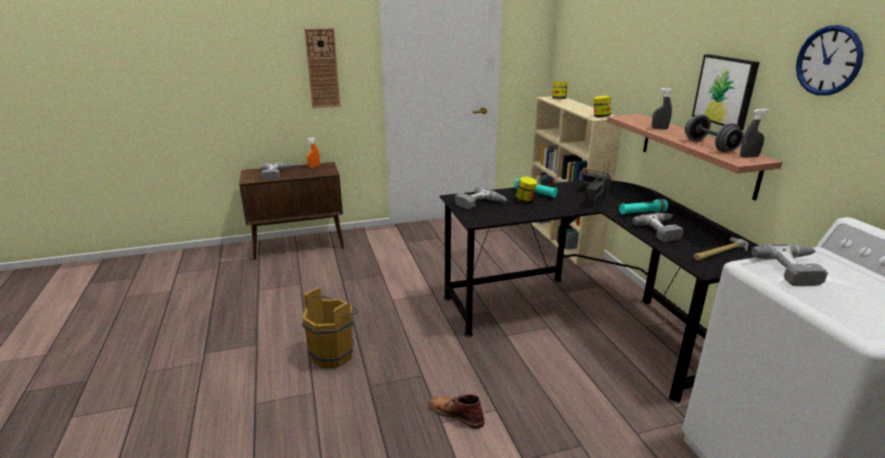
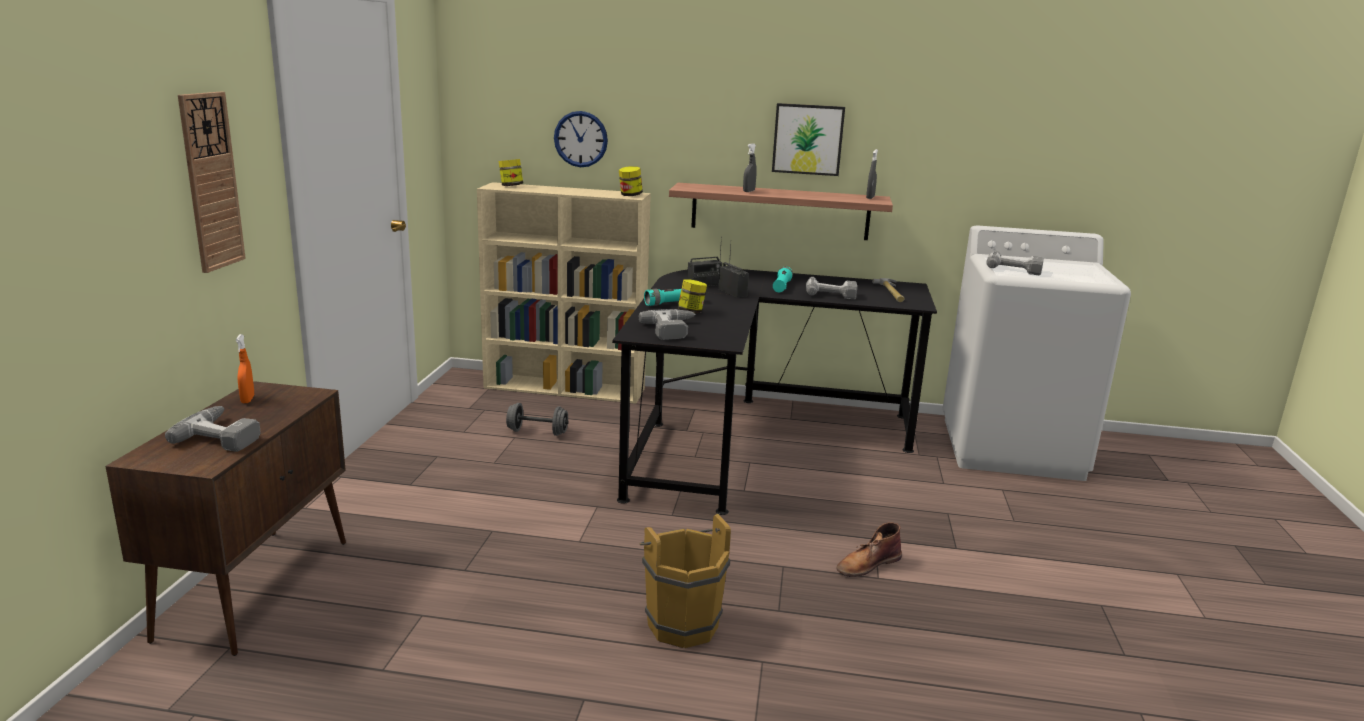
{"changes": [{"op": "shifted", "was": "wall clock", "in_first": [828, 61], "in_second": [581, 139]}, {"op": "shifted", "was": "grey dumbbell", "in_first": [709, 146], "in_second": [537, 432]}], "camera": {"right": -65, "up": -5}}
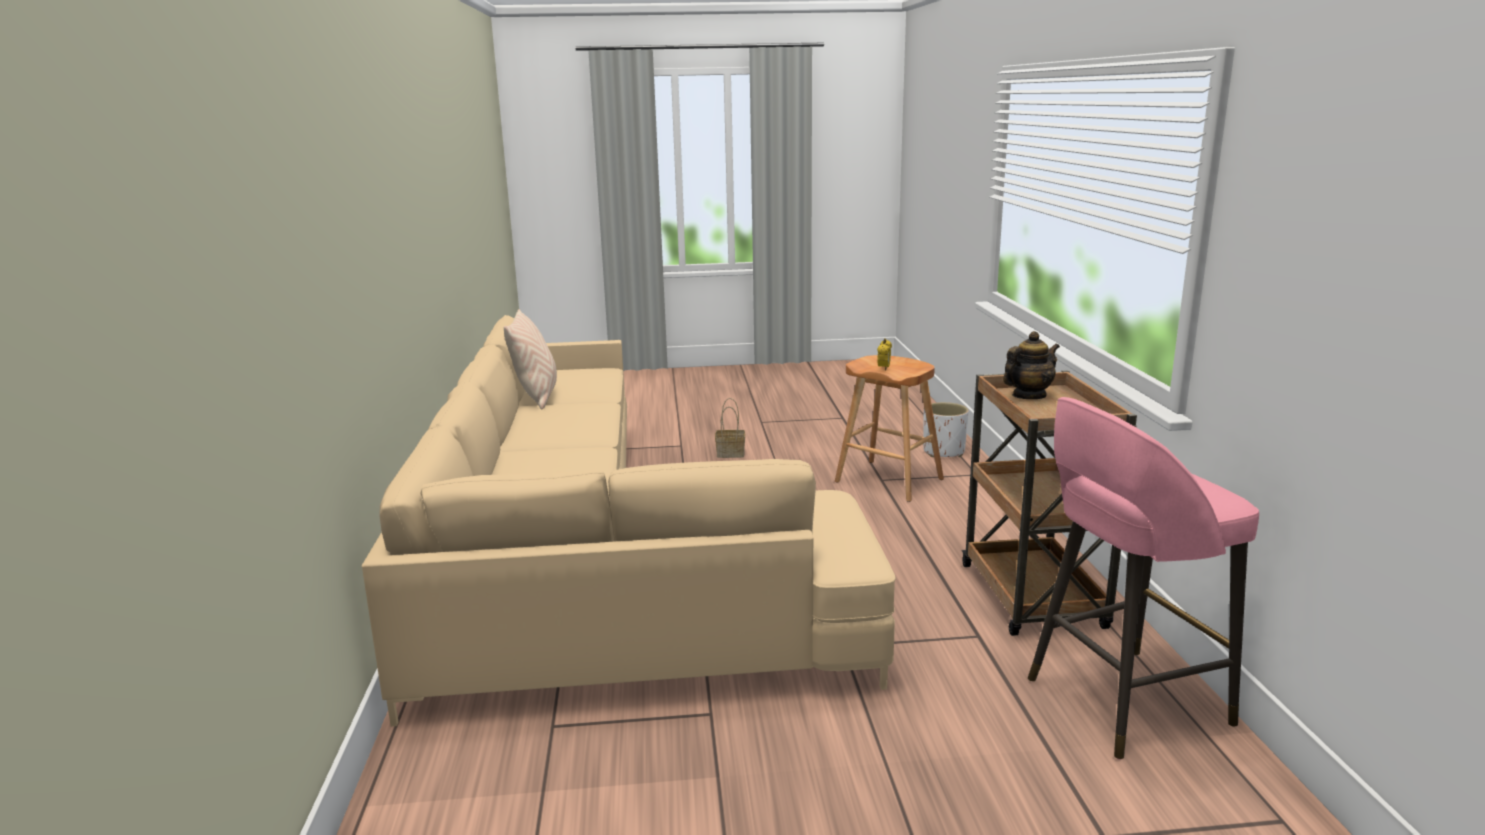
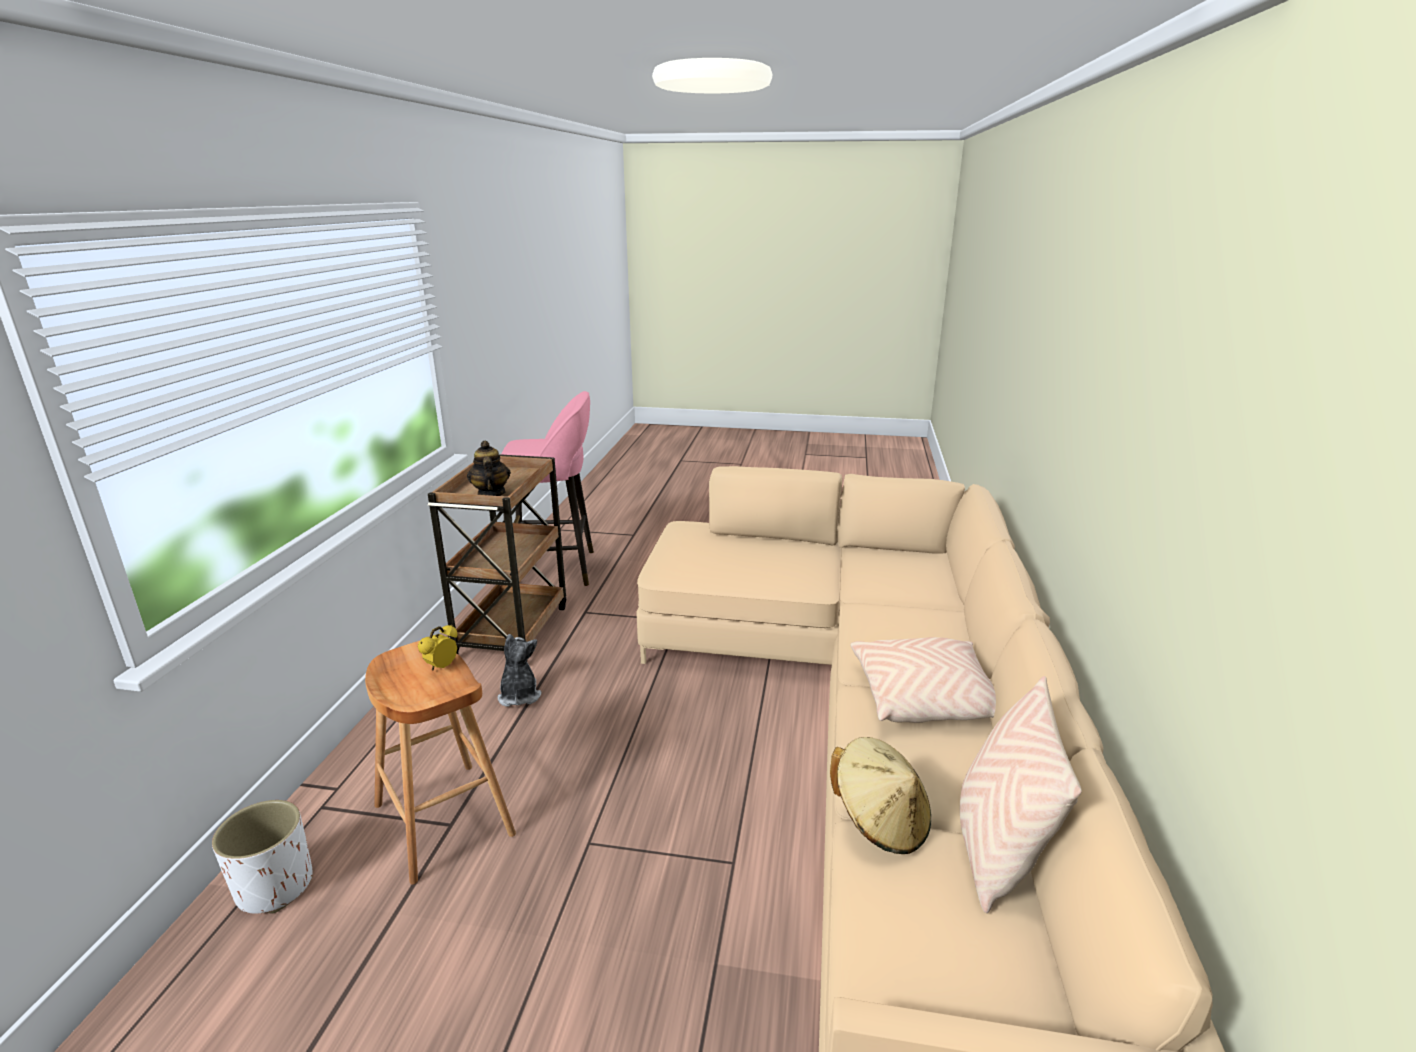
{"changes": [{"op": "rotated", "was": "teapot", "in_first": [1028, 396], "in_second": [490, 494], "clockwise": 90}, {"op": "gone", "was": "basket", "in_first": [731, 453]}, {"op": "new", "now": "plush toy", "in_second": [519, 695]}, {"op": "new", "now": "beige pillow", "in_second": [924, 698]}, {"op": "new", "now": "beige hat", "in_second": [880, 821]}], "camera": {"right": -165, "up": 5}}
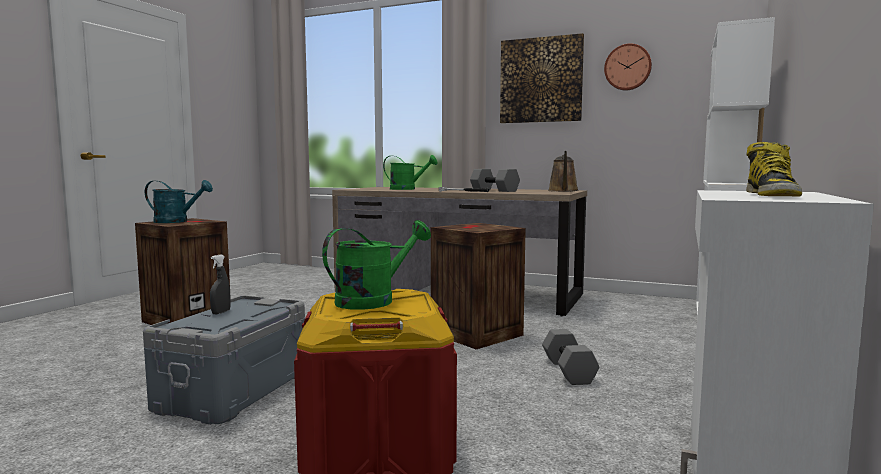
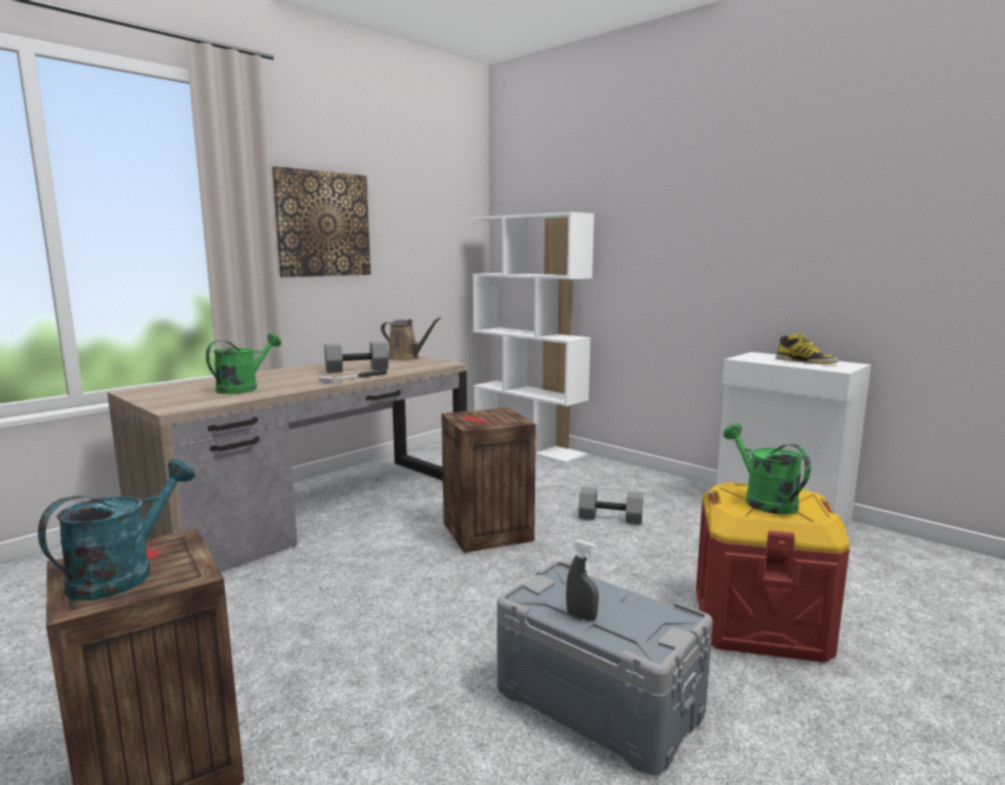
{"changes": [{"op": "gone", "was": "wall clock", "in_first": [627, 67]}], "camera": {"right": -70, "up": 5}}
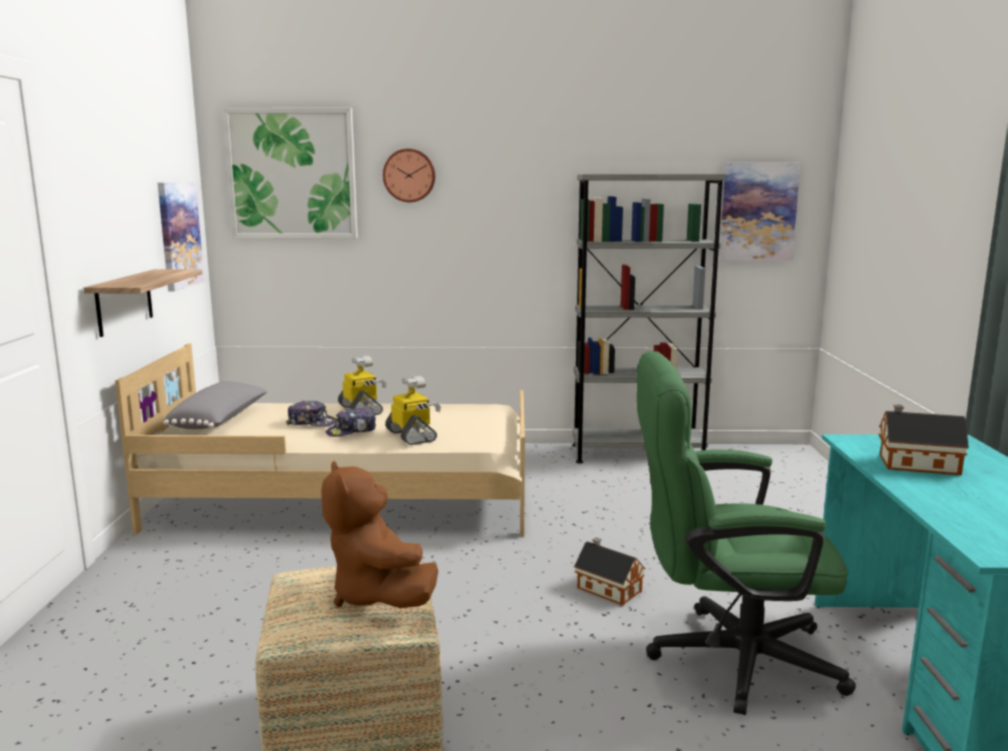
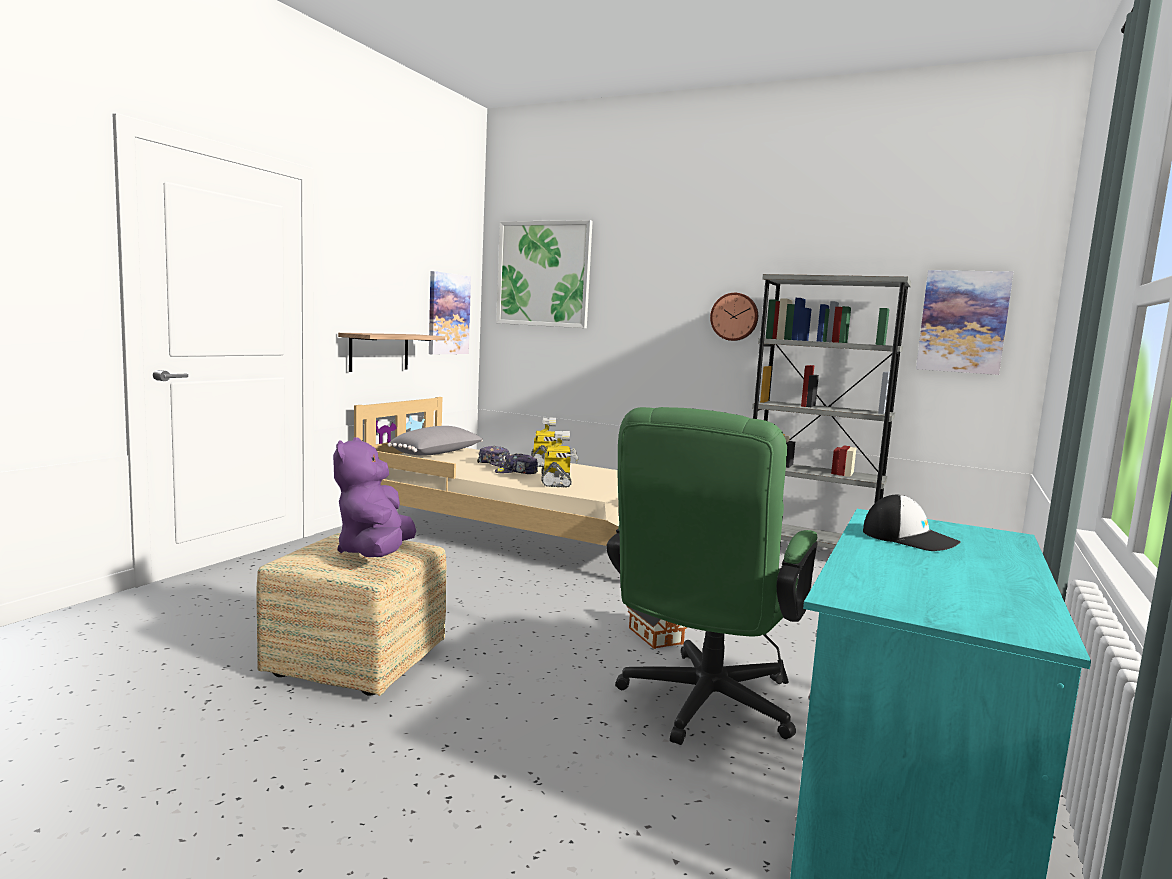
{"changes": [{"op": "shifted", "was": "wall clock", "in_first": [409, 175], "in_second": [734, 316]}, {"op": "rotated", "was": "green office chair", "in_first": [725, 658], "in_second": [701, 707], "clockwise": -90}, {"op": "swapped", "was": "toy house", "now": "cap", "in_first": [915, 464], "in_second": [910, 538]}, {"op": "repainted", "was": "brown plush toy", "now": "purple plush toy", "in_first": [378, 596], "in_second": [375, 553]}], "camera": {"right": 25, "up": -5}}
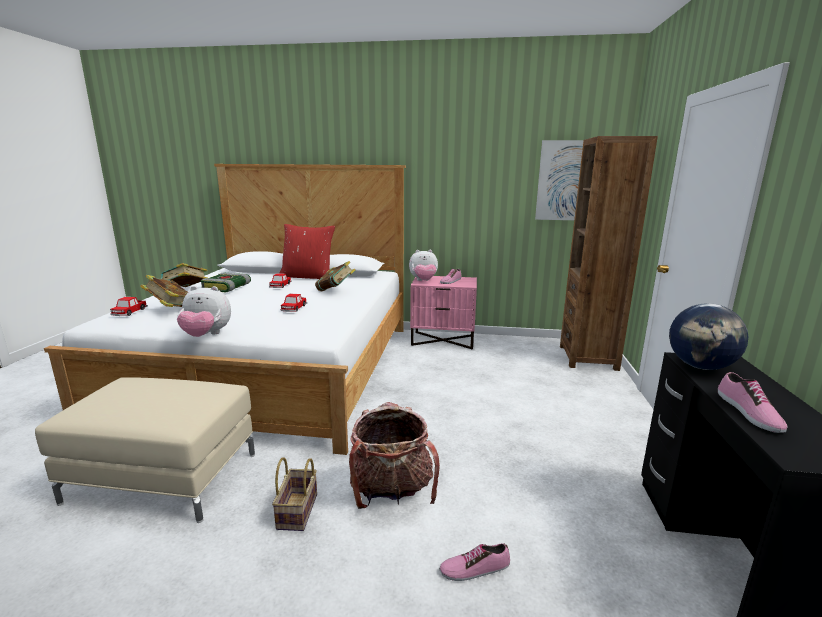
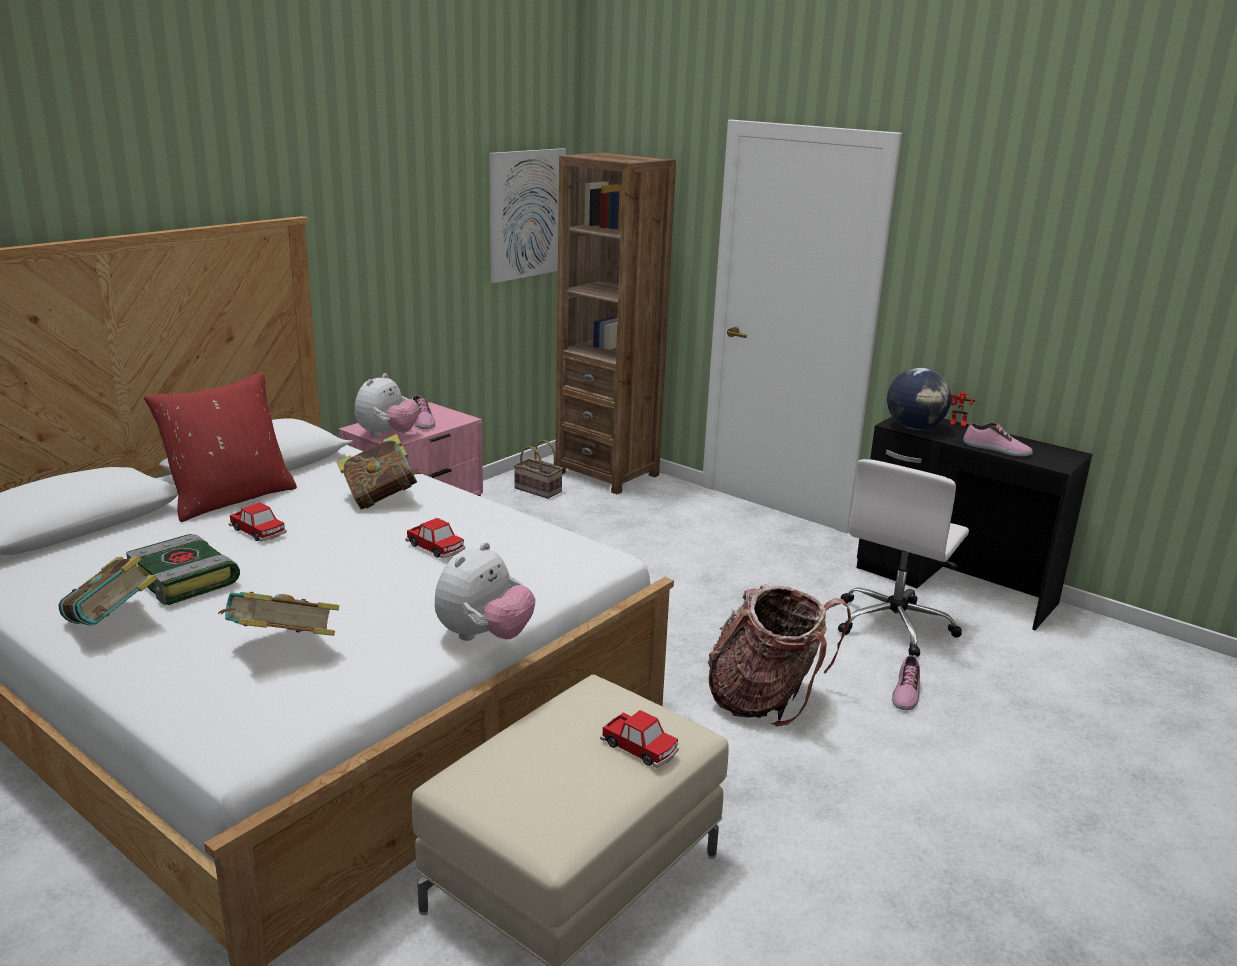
{"changes": [{"op": "shifted", "was": "toy car", "in_first": [129, 312], "in_second": [639, 748]}, {"op": "shifted", "was": "basket", "in_first": [298, 512], "in_second": [539, 490]}, {"op": "new", "now": "toy robot", "in_second": [956, 424]}, {"op": "new", "now": "white office chair", "in_second": [894, 624]}], "camera": {"right": -60, "up": 5}}
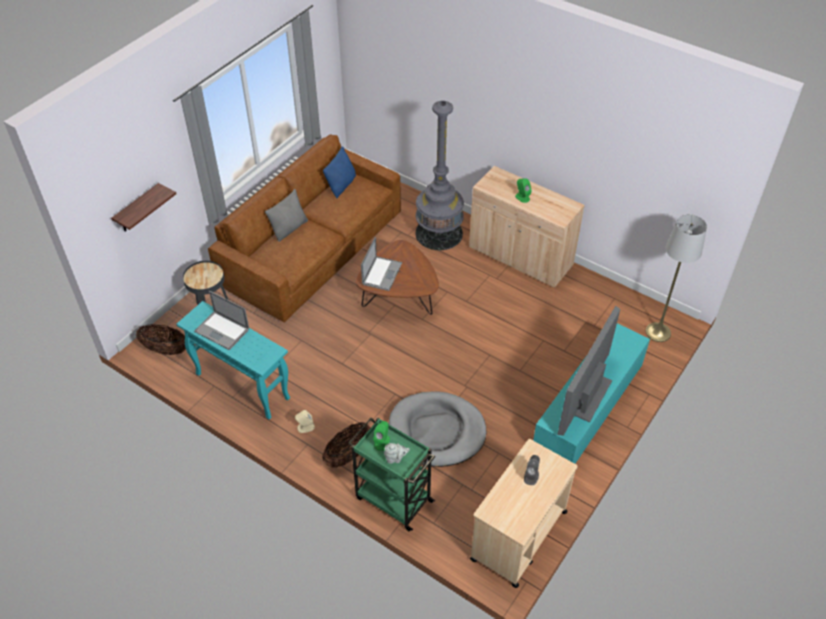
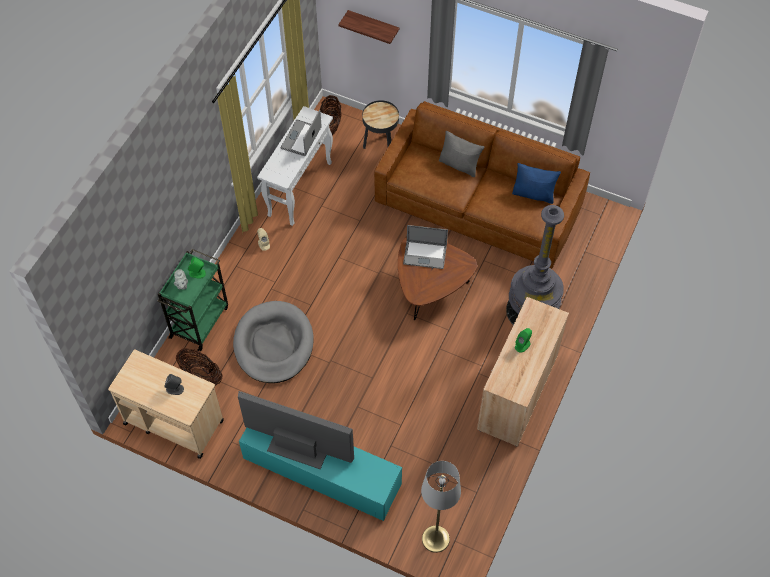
{"changes": [{"op": "repainted", "was": "turquoise console table", "now": "white console table", "in_first": [241, 386], "in_second": [300, 188]}, {"op": "shifted", "was": "basket", "in_first": [348, 455], "in_second": [201, 375]}], "camera": {"right": 80, "up": 10}}
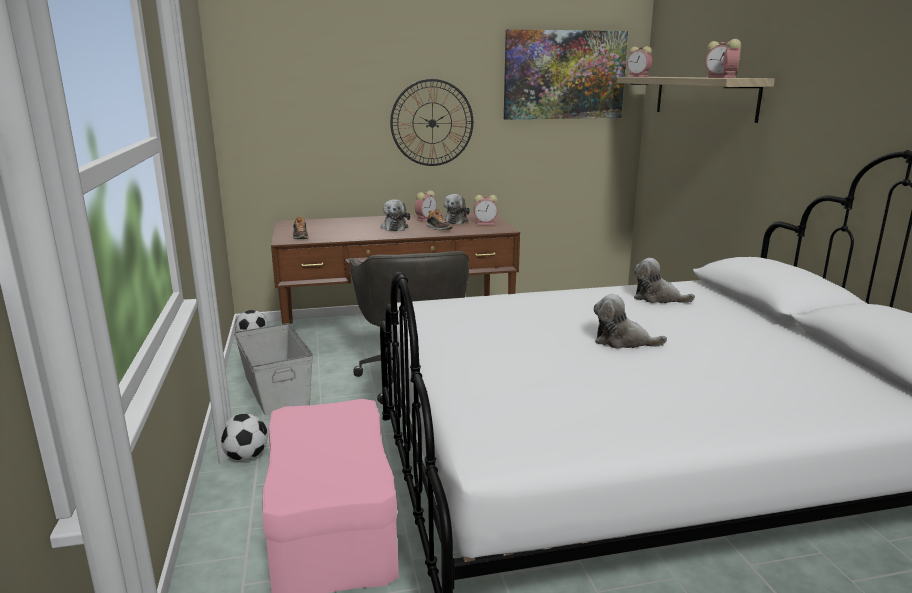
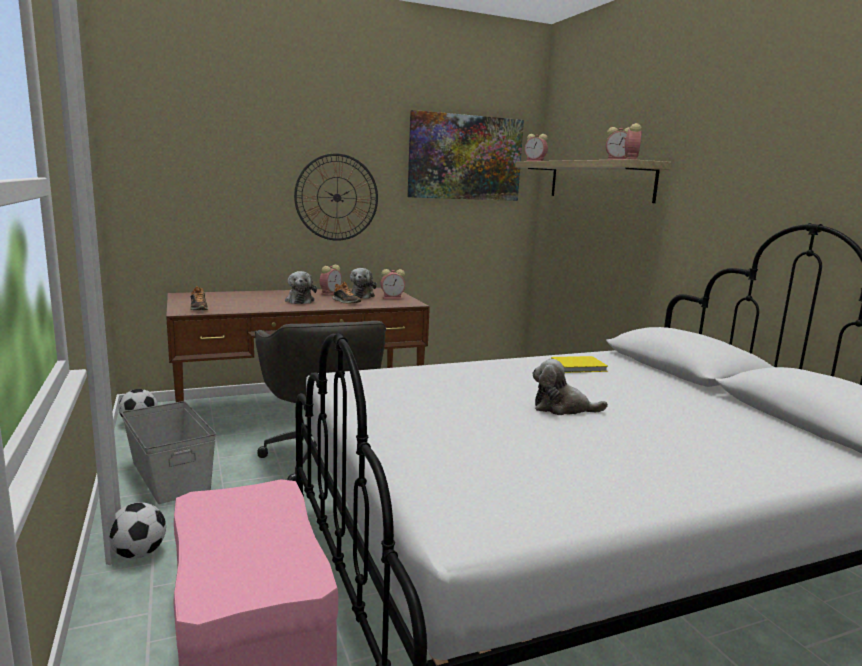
{"changes": [{"op": "swapped", "was": "plush toy", "now": "yellow book", "in_first": [657, 298], "in_second": [580, 367]}], "camera": {"right": -10, "up": -5}}
